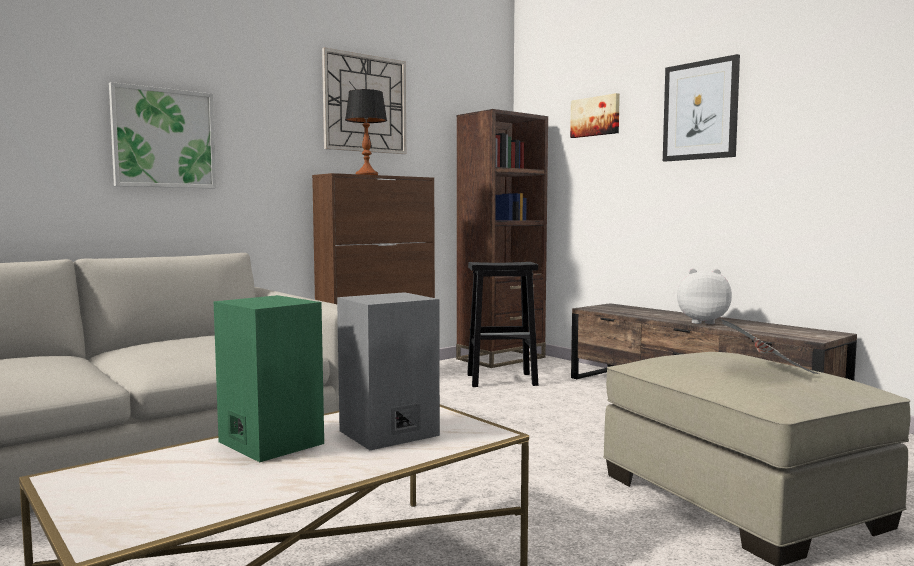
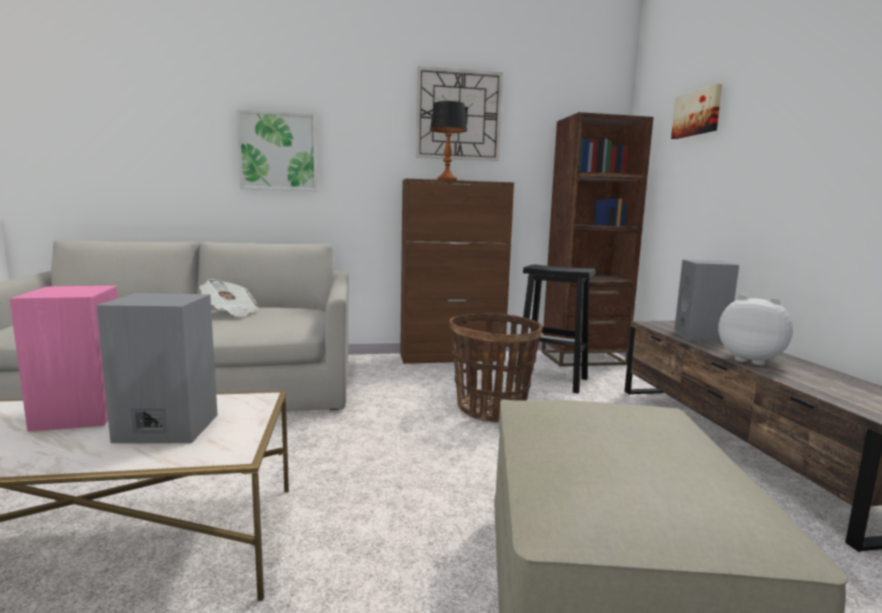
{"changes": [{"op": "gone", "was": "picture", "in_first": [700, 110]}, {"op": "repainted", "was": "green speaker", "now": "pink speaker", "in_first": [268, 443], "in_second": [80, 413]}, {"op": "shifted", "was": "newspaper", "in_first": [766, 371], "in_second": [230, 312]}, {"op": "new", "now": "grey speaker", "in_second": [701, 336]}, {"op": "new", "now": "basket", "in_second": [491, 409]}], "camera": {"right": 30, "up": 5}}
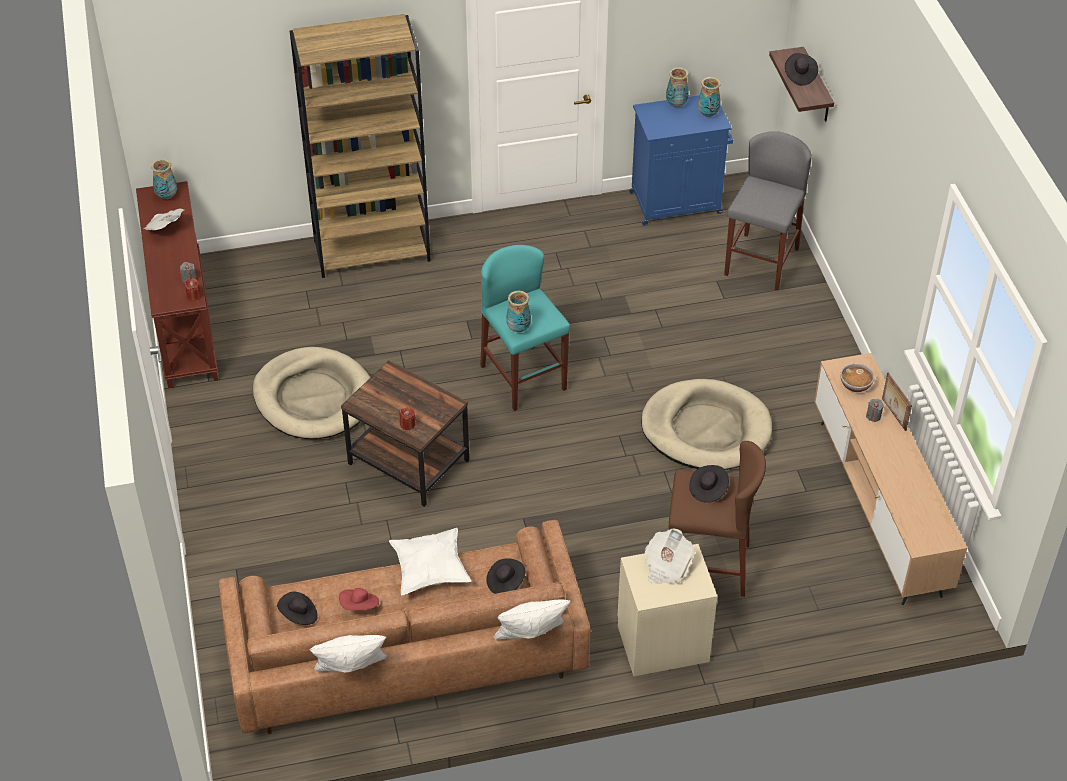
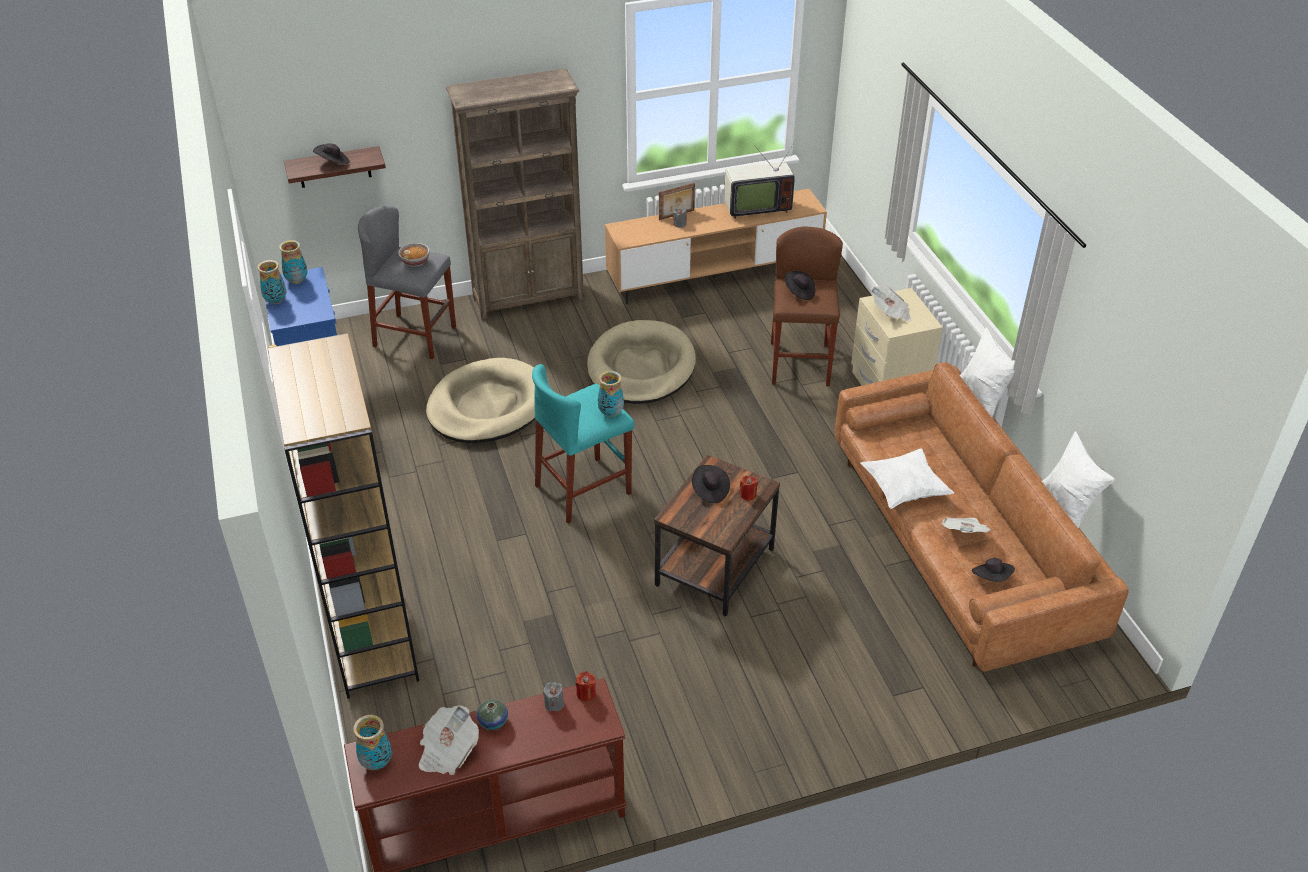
{"changes": [{"op": "shifted", "was": "beige dog bed", "in_first": [314, 398], "in_second": [487, 406]}, {"op": "shifted", "was": "bowl", "in_first": [855, 385], "in_second": [415, 262]}, {"op": "shifted", "was": "black hat", "in_first": [505, 582], "in_second": [710, 491]}, {"op": "swapped", "was": "red hat", "now": "newspaper", "in_first": [360, 606], "in_second": [964, 534]}, {"op": "new", "now": "brown bookcase", "in_second": [529, 298]}, {"op": "new", "now": "television", "in_second": [755, 207]}, {"op": "new", "now": "vase", "in_second": [493, 721]}], "camera": {"right": -95, "up": -5}}
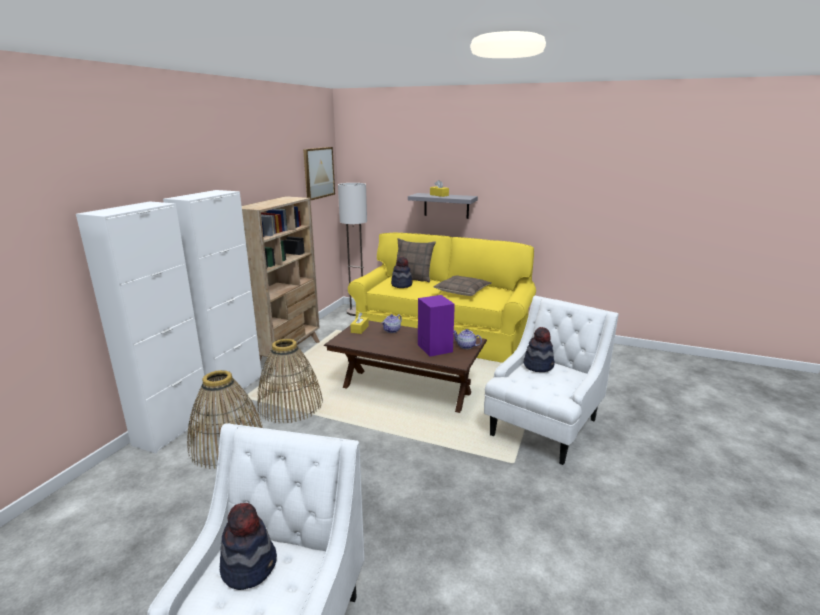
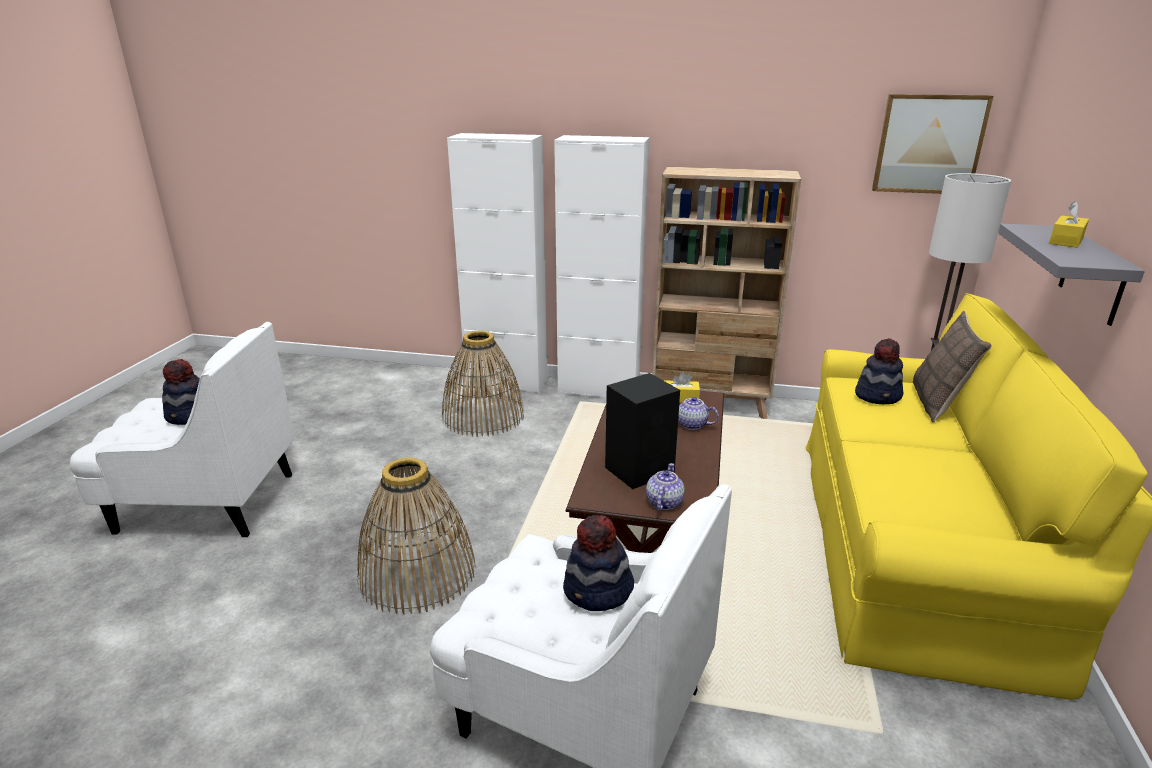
{"changes": [{"op": "gone", "was": "pillow", "in_first": [462, 291]}, {"op": "repainted", "was": "purple speaker", "now": "black speaker", "in_first": [434, 348], "in_second": [640, 470]}, {"op": "shifted", "was": "basket", "in_first": [290, 405], "in_second": [417, 572]}], "camera": {"right": 80, "up": 5}}
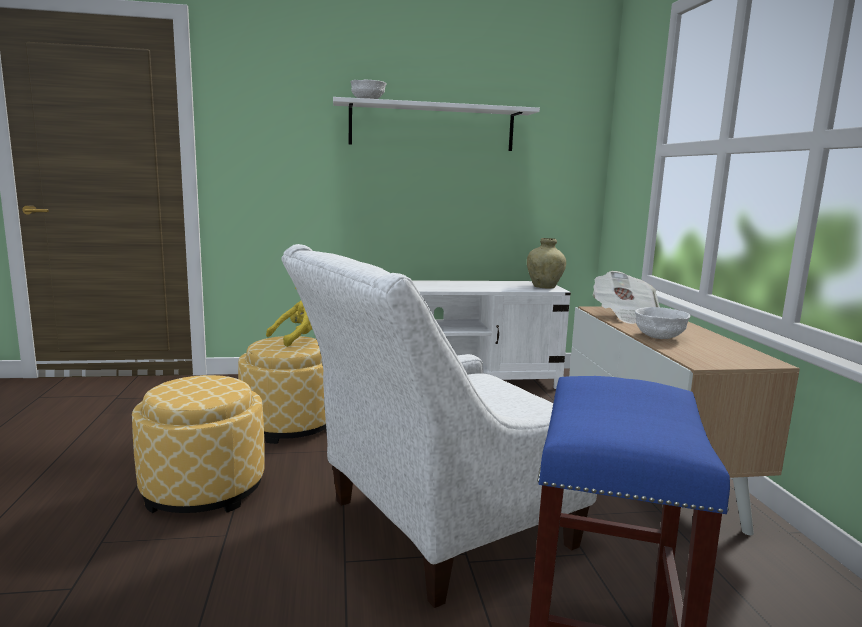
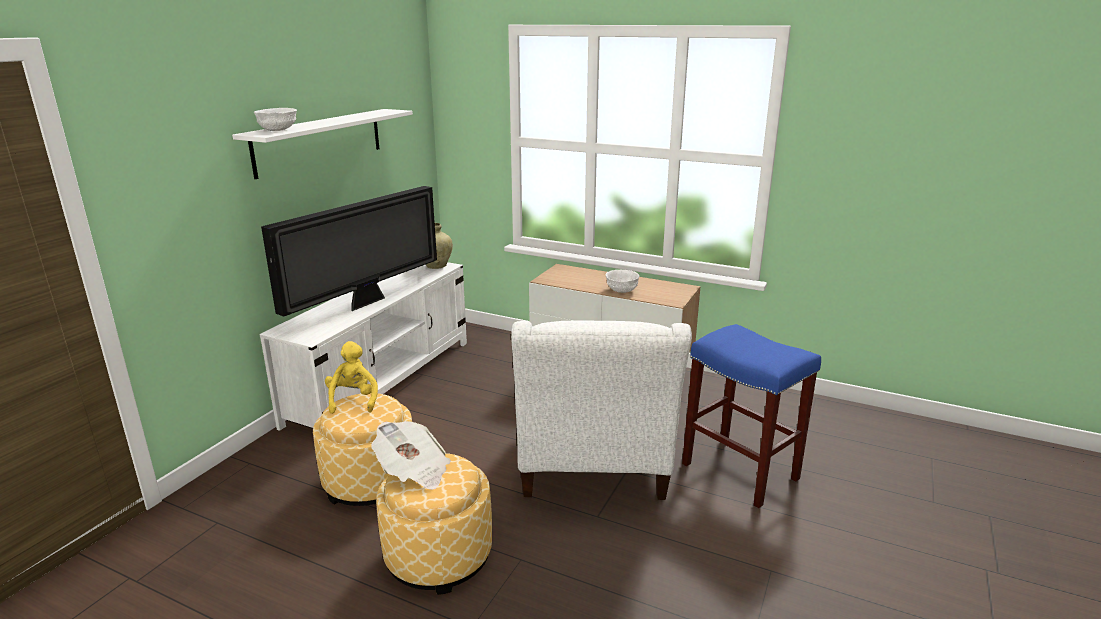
{"changes": [{"op": "shifted", "was": "newspaper", "in_first": [624, 315], "in_second": [413, 471]}, {"op": "new", "now": "television", "in_second": [367, 302]}], "camera": {"right": -55, "up": 10}}
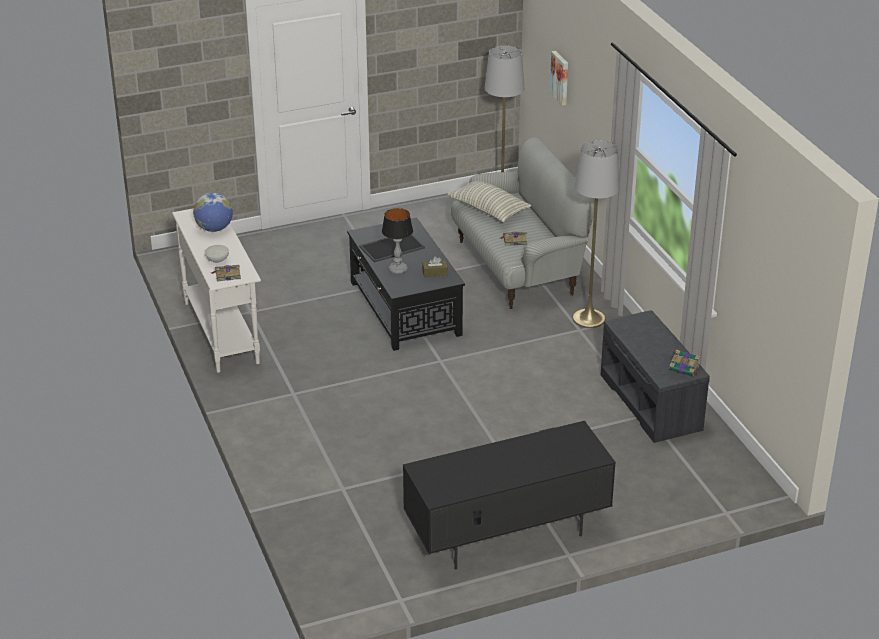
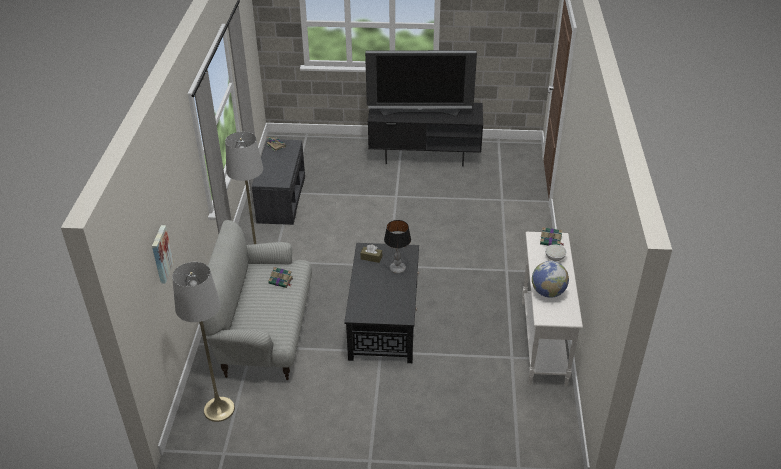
{"changes": [{"op": "gone", "was": "pillow", "in_first": [488, 210]}, {"op": "gone", "was": "tray", "in_first": [392, 247]}, {"op": "new", "now": "television", "in_second": [420, 112]}], "camera": {"right": -155, "up": 5}}
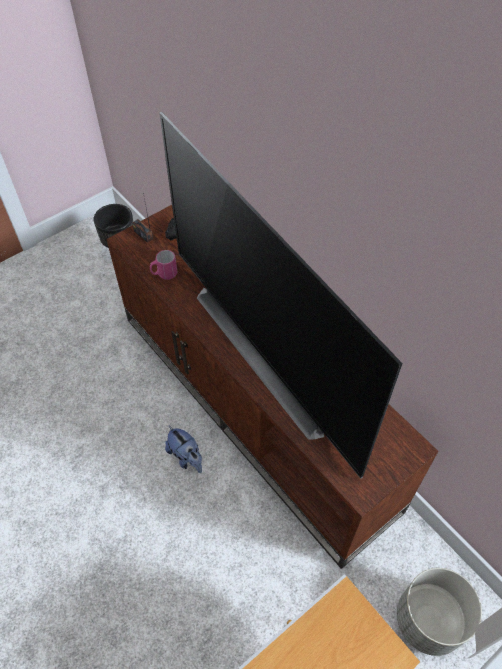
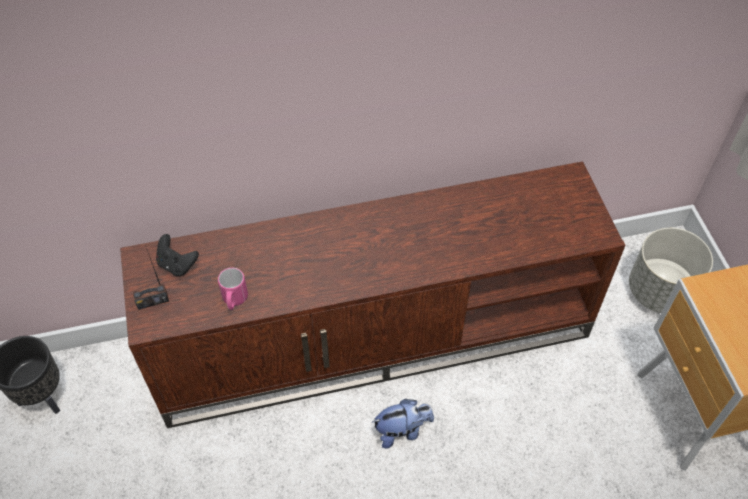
{"changes": [{"op": "gone", "was": "television", "in_first": [270, 350]}], "camera": {"right": -65, "up": 0}}
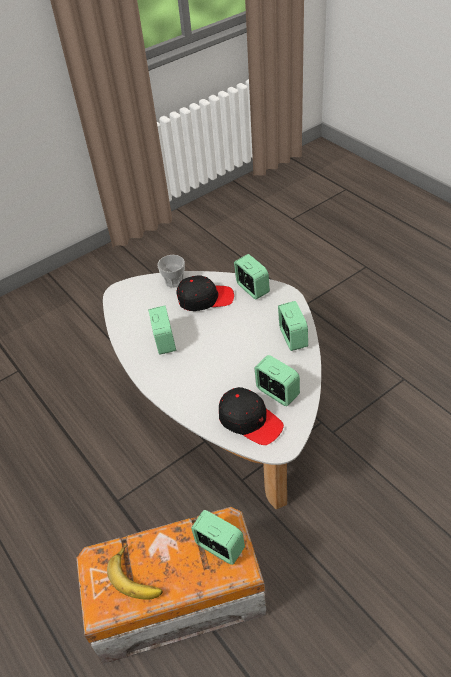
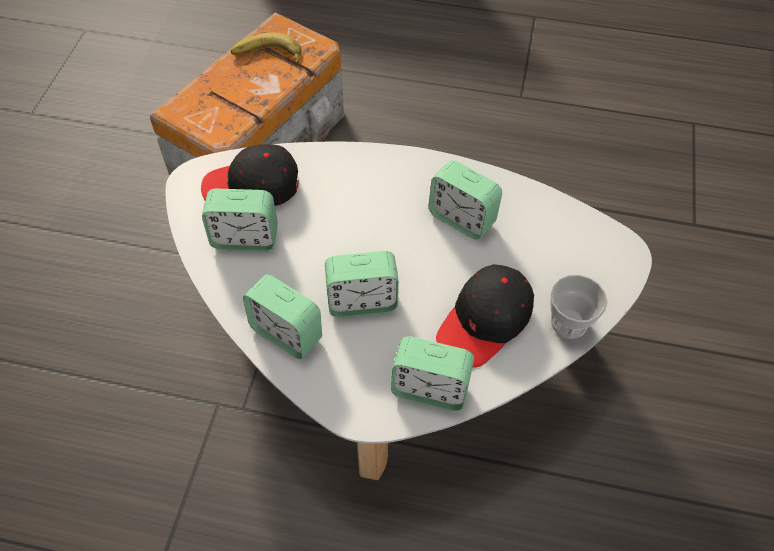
{"changes": [{"op": "shifted", "was": "alarm clock", "in_first": [219, 547], "in_second": [362, 301]}], "camera": {"right": 135, "up": 10}}
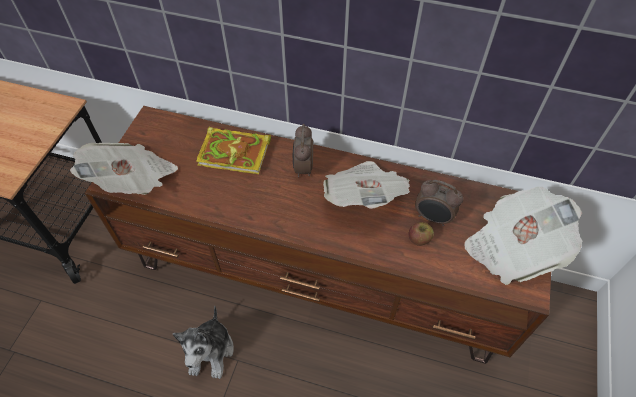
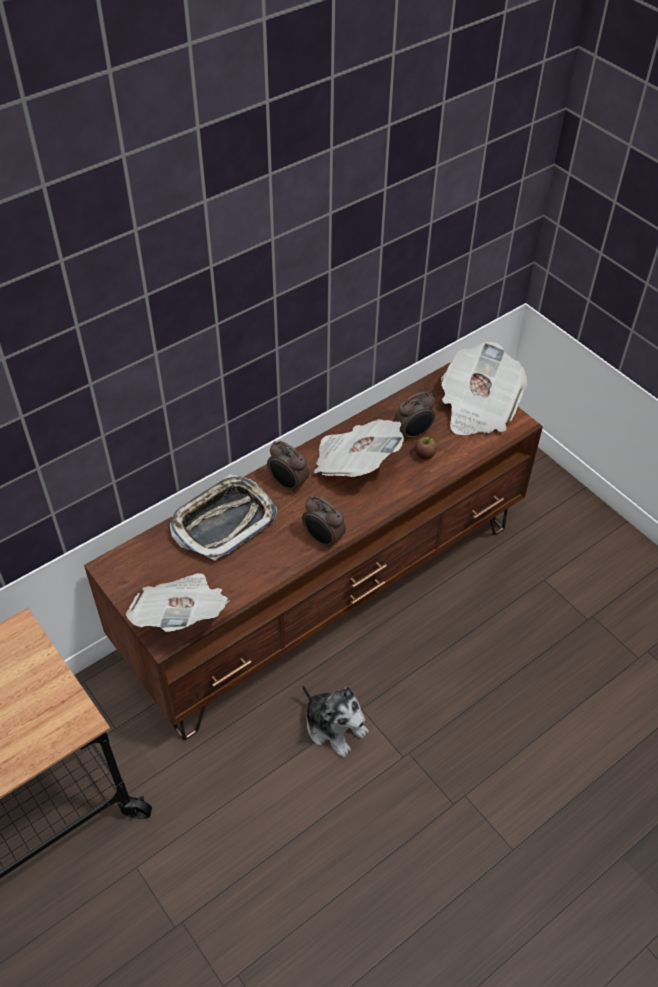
{"changes": [{"op": "swapped", "was": "book", "now": "tray", "in_first": [236, 152], "in_second": [224, 521]}, {"op": "new", "now": "alarm clock", "in_second": [323, 539]}], "camera": {"right": -55, "up": -5}}
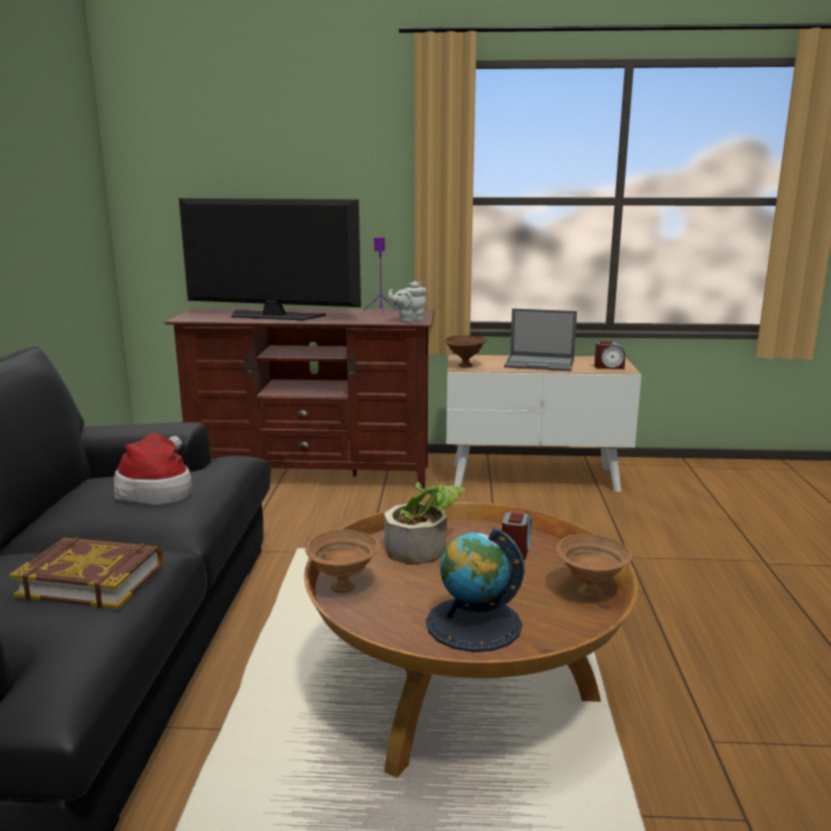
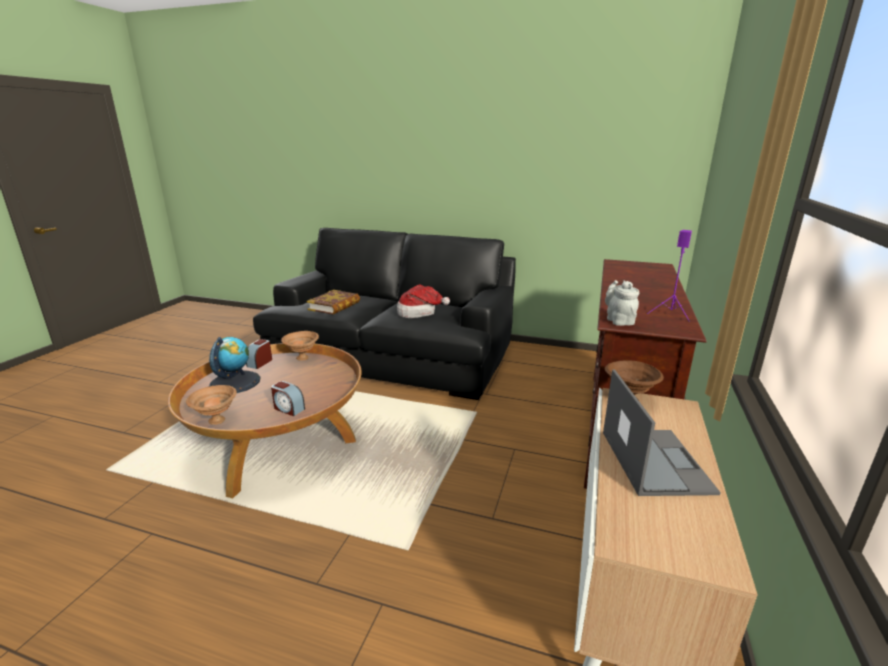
{"changes": [{"op": "gone", "was": "television", "in_first": [274, 316]}, {"op": "rotated", "was": "laptop", "in_first": [540, 363], "in_second": [654, 460], "clockwise": 150}, {"op": "shifted", "was": "alarm clock", "in_first": [609, 367], "in_second": [260, 363]}, {"op": "gone", "was": "potted plant", "in_first": [424, 548]}], "camera": {"right": 105, "up": 5}}
